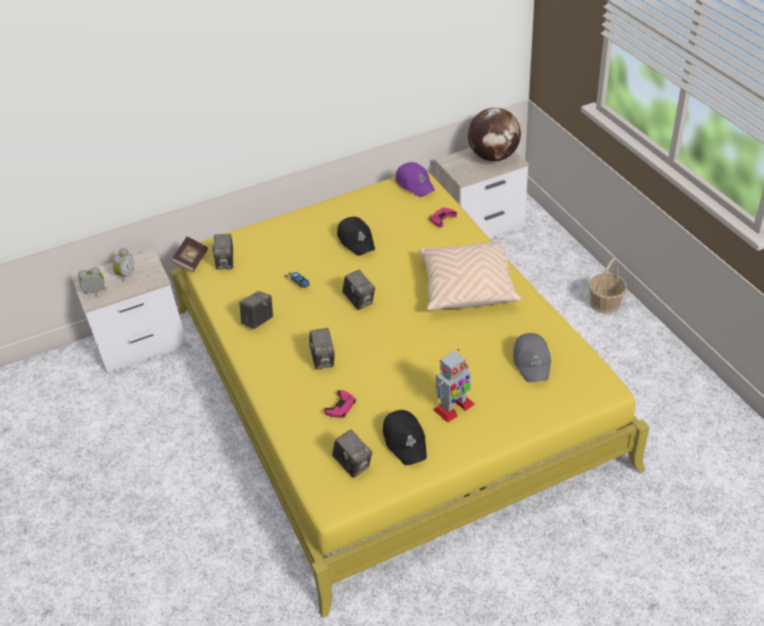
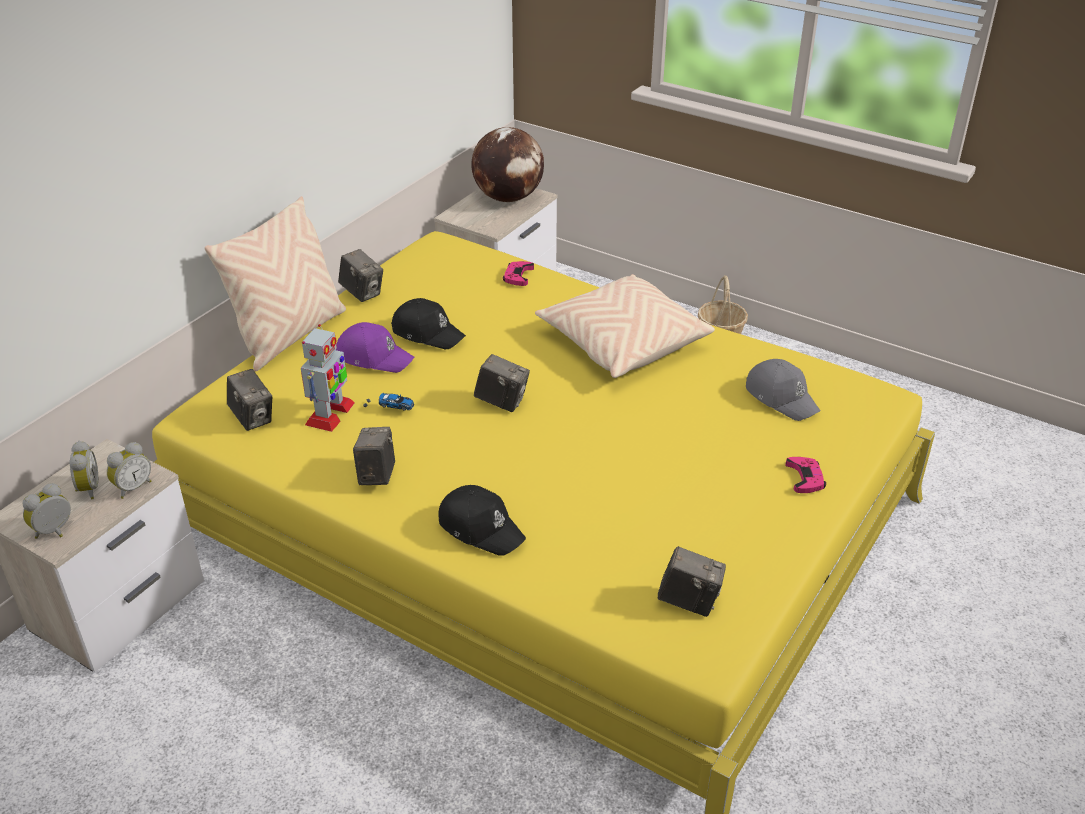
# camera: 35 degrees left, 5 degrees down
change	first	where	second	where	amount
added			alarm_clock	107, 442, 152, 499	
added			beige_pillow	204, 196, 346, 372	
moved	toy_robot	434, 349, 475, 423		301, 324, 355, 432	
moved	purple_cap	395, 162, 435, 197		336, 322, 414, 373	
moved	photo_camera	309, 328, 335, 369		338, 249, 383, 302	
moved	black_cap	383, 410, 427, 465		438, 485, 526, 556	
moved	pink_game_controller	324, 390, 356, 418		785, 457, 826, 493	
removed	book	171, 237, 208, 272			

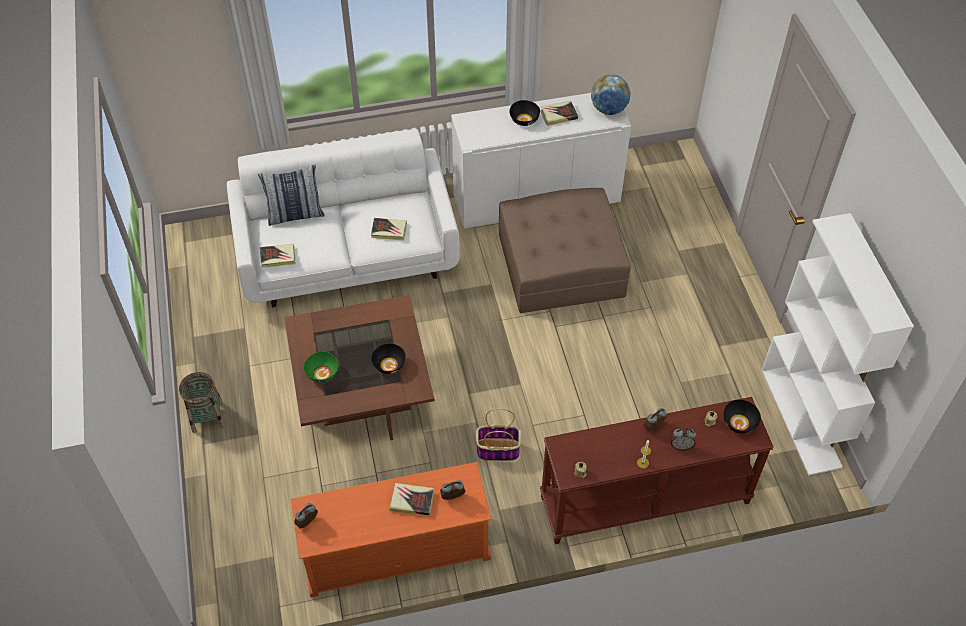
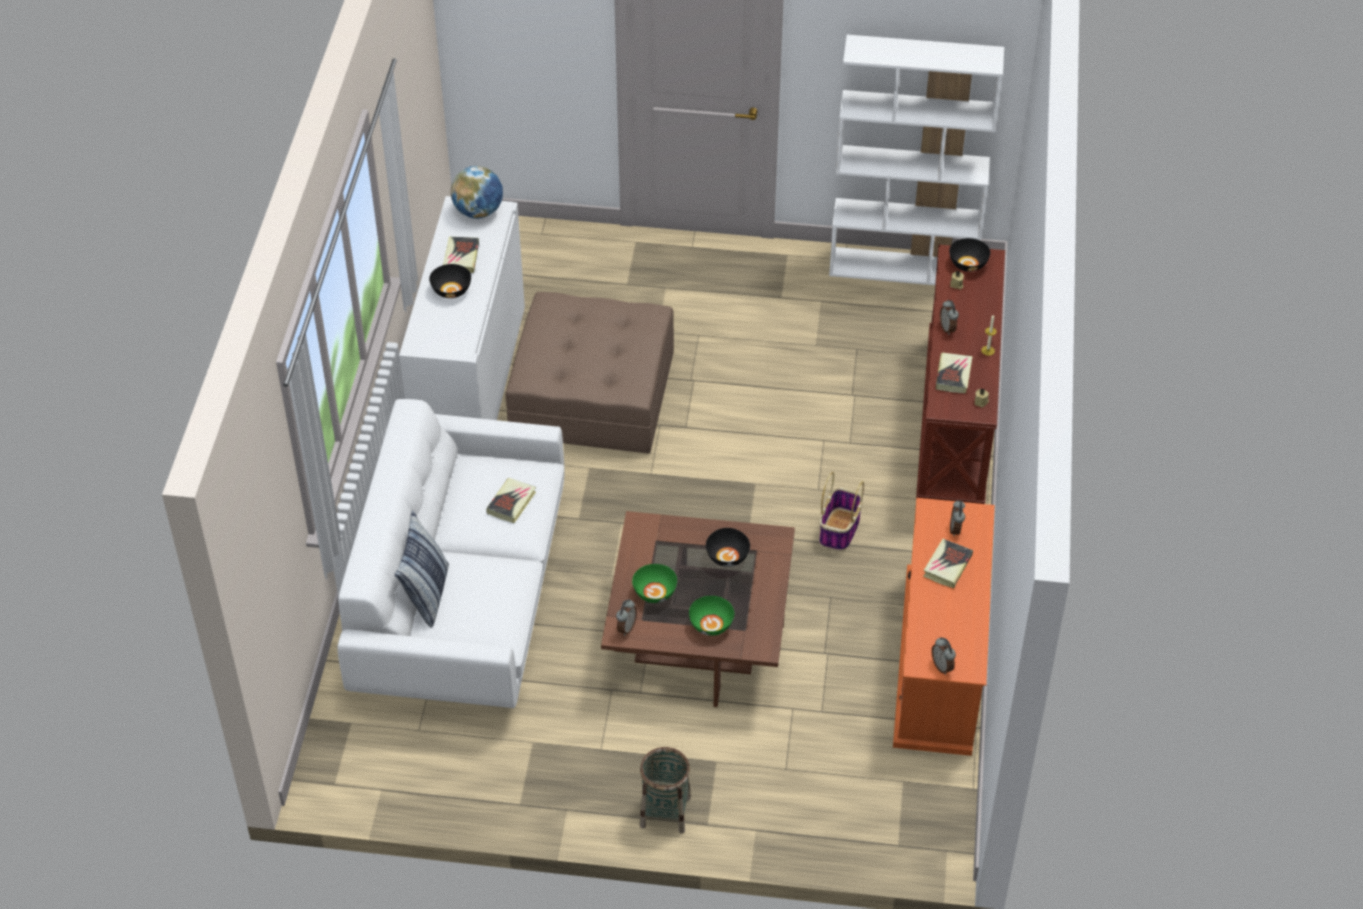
# camera: 70 degrees left, 5 degrees down
change	first	where	second	where	amount
moved	alarm_clock	671, 428, 696, 451		616, 599, 637, 636	
added			green_bowl	632, 564, 677, 603	
moved	book	260, 244, 295, 268		936, 353, 972, 393	

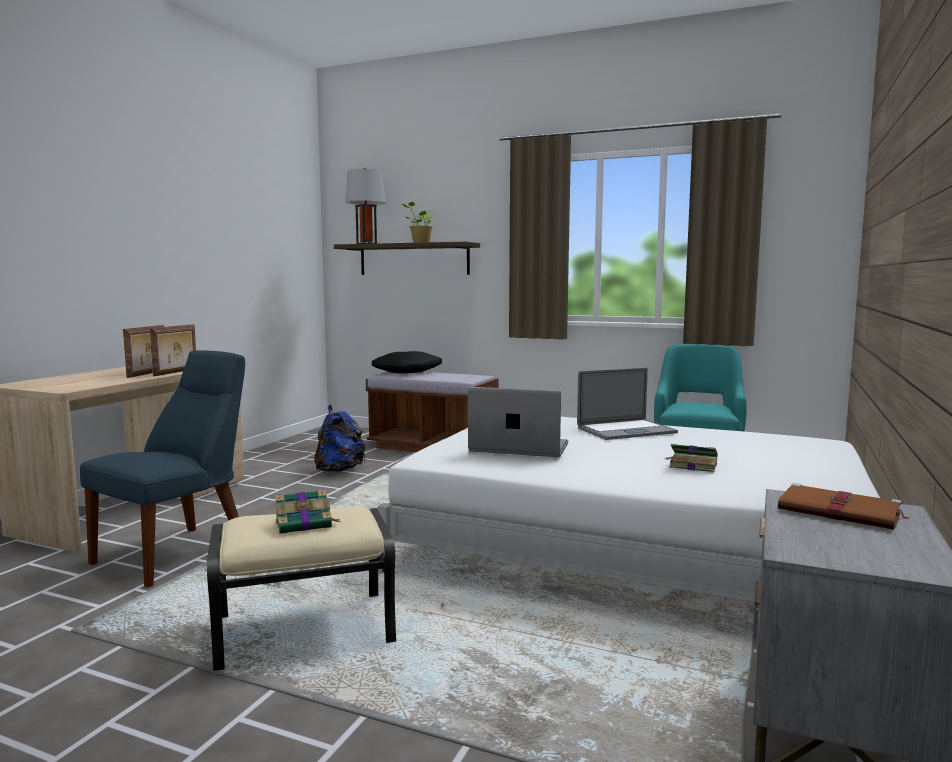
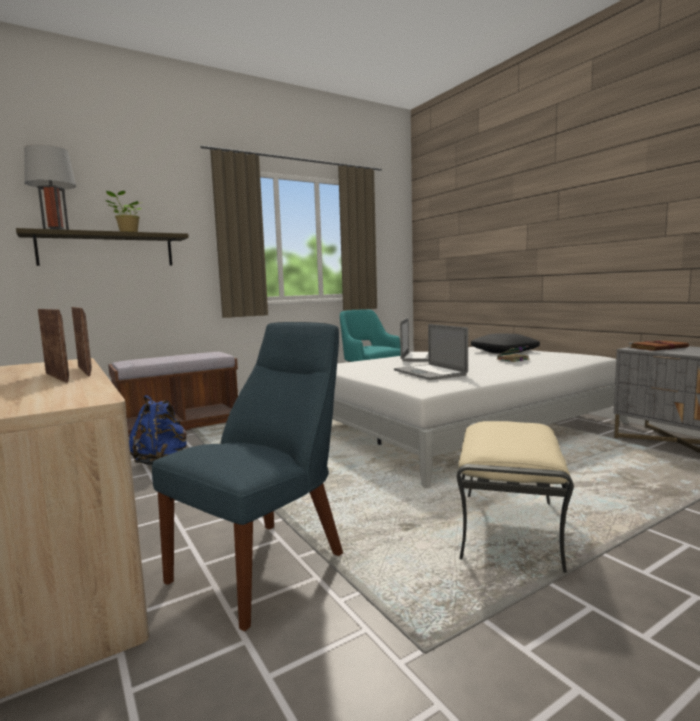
# camera: 55 degrees left, 0 degrees up
change	first	where	second	where	amount
turned	blue_chair	80, 350, 245, 587		152, 322, 343, 631	60 degrees clockwise
turned	laptop	468, 387, 568, 457		394, 324, 468, 380	75 degrees counterclockwise
moved	black_pillow	372, 351, 442, 373		471, 333, 540, 354	
removed	book	275, 490, 340, 534			

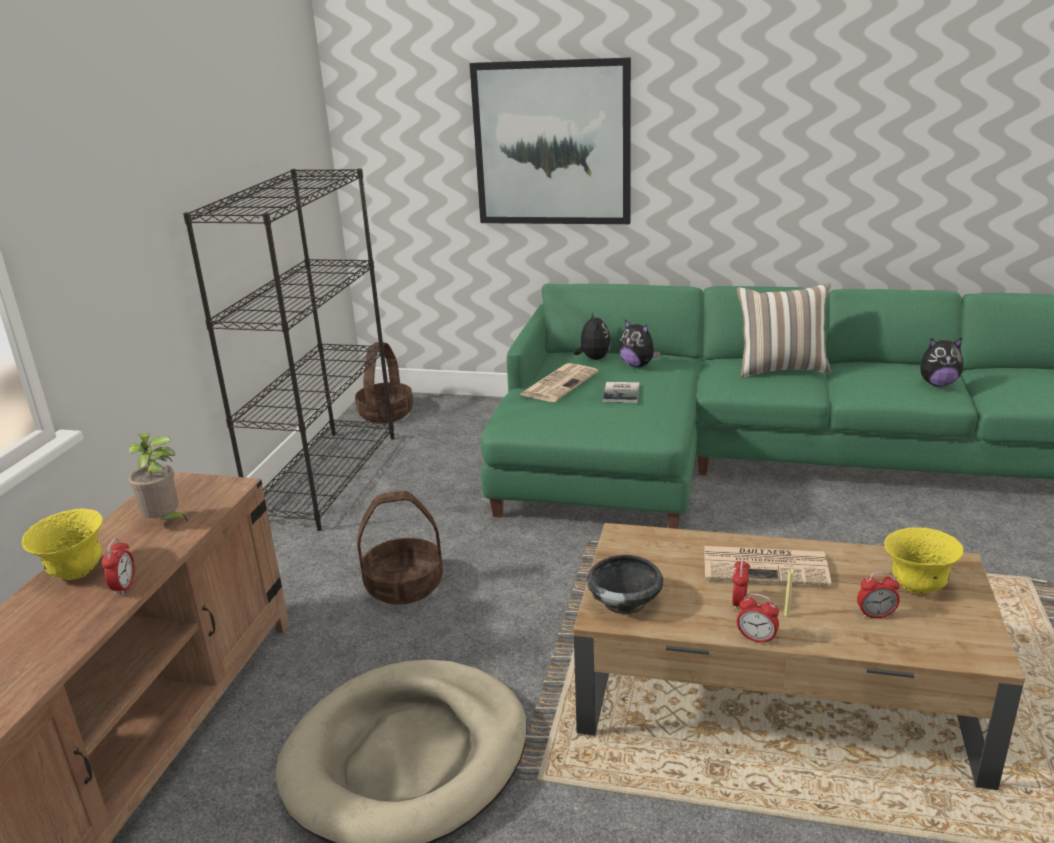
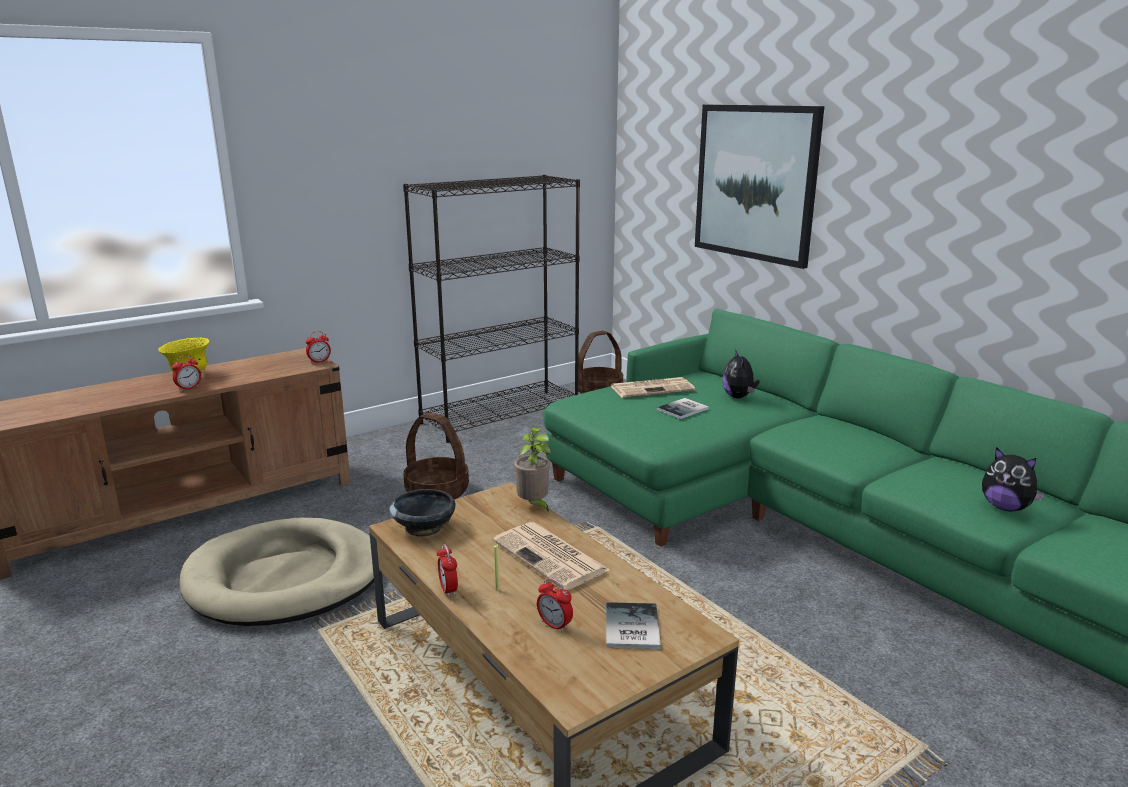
# camera: 40 degrees right, 5 degrees down
change	first	where	second	where	amount
moved	alarm_clock	732, 557, 750, 610		306, 331, 331, 364	
moved	potted_plant	128, 433, 189, 522		514, 427, 551, 513	
replaced	yellow_bowl	884, 527, 963, 594	book	606, 602, 661, 649	
removed	plush_toy	573, 313, 611, 360			
removed	pillow	737, 283, 831, 377			

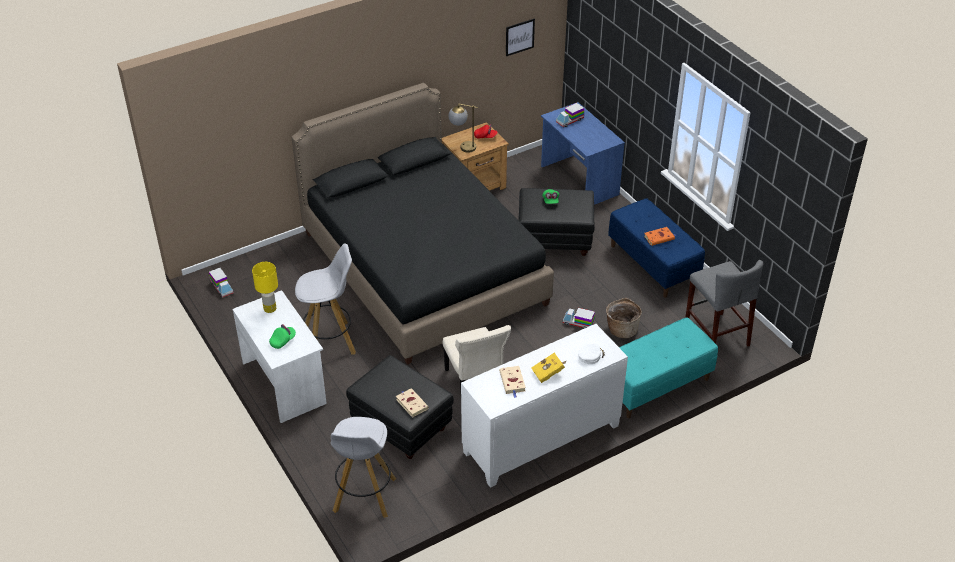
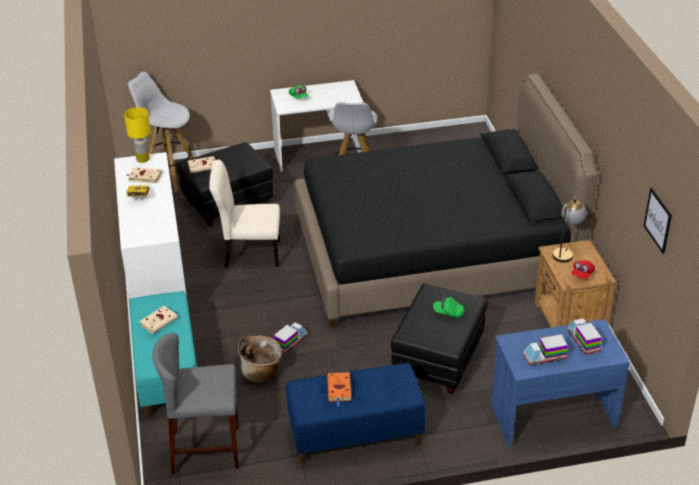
# camera: 110 degrees right, 5 degrees down
change	first	where	second	where	amount
moved	yellow_table_lamp	252, 262, 278, 313		124, 107, 151, 163	
added			beige_book	139, 306, 178, 334	
moved	toy_truck	209, 268, 234, 298		524, 334, 568, 366	
removed	white_cap	578, 344, 606, 364			

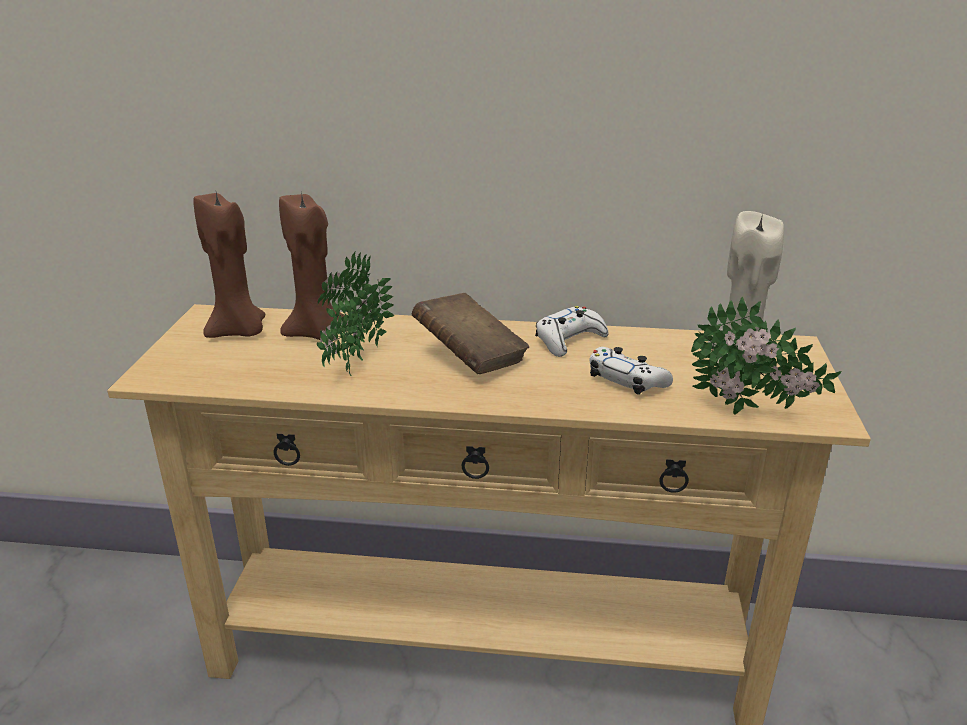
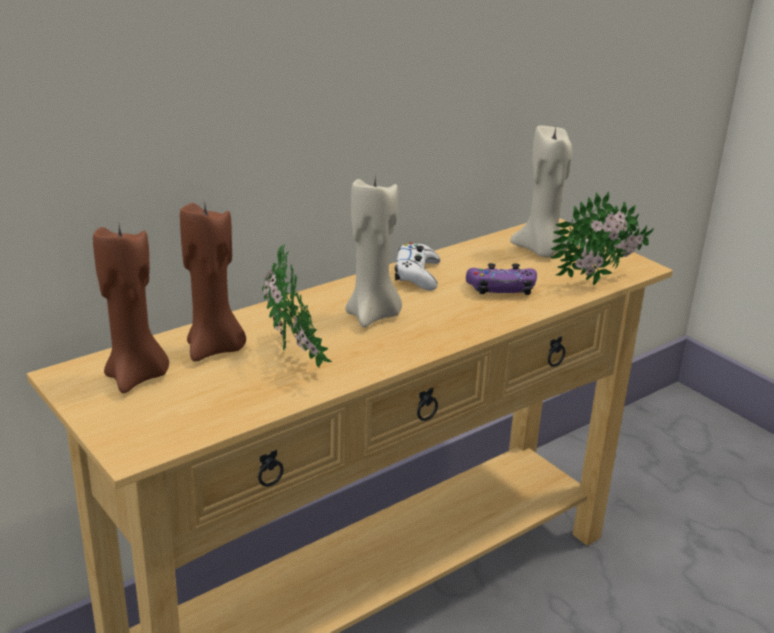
# camera: 45 degrees left, 0 degrees up
change	first	where	second	where	amount
replaced	brown_book	412, 293, 529, 374	beige_candle	345, 176, 402, 327	
recoloured	white_game_controller	590, 347, 673, 395	purple_game_controller	466, 263, 537, 295	

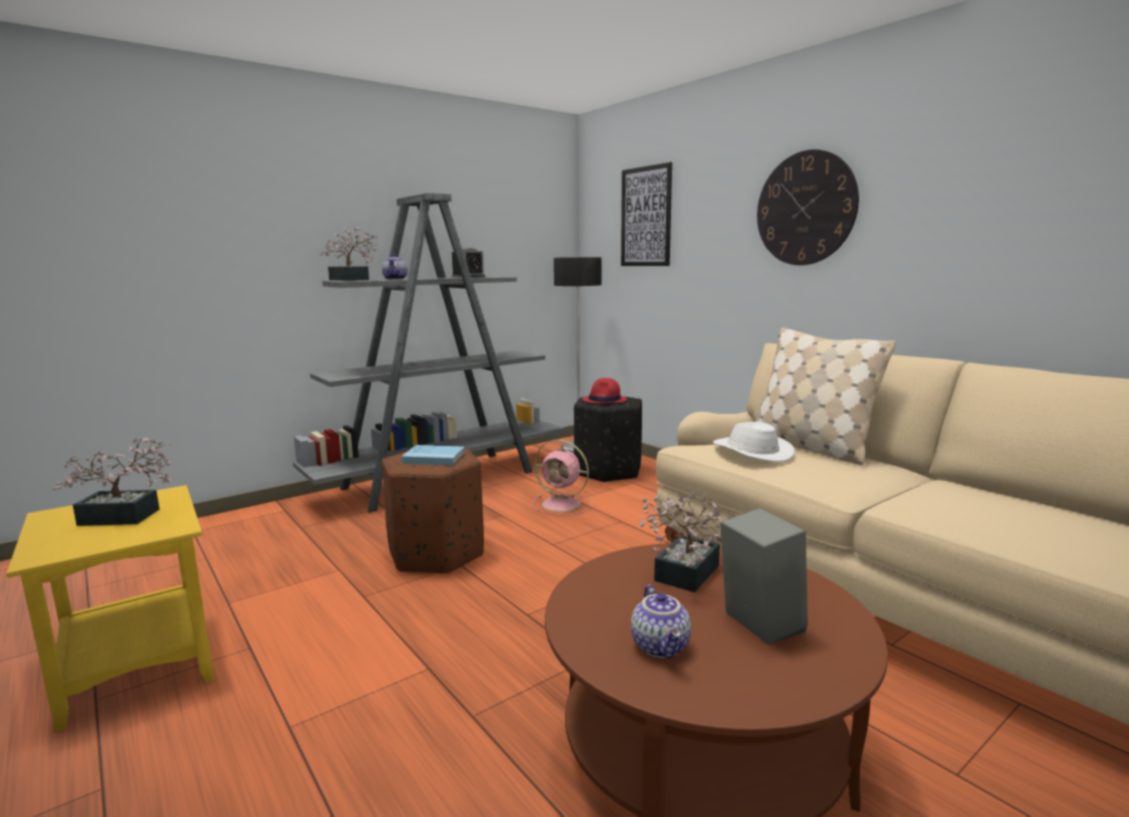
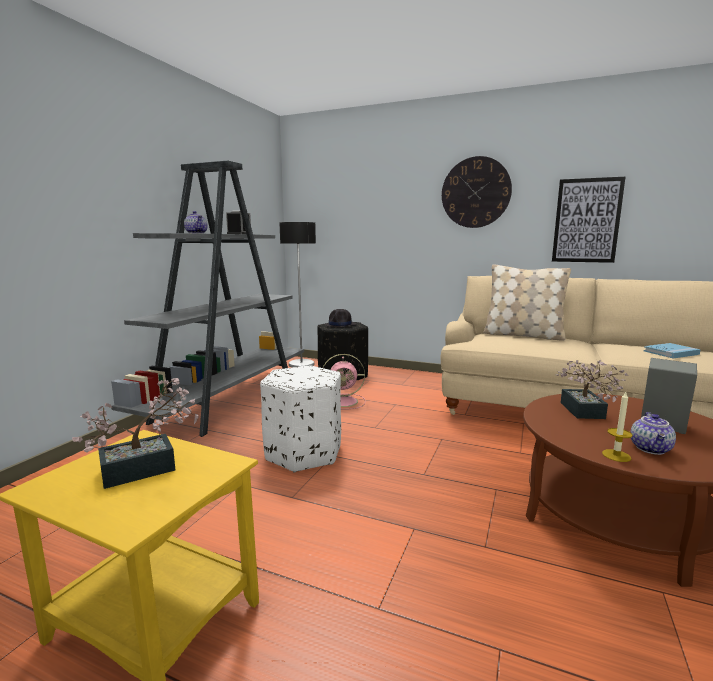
# camera: 30 degrees left, 0 degrees up
change	first	where	second	where	amount
recoloured	brown_ottoman	382, 448, 484, 574	white_ottoman	260, 366, 341, 472	
recoloured	red_hat	582, 378, 627, 403	black_hat	324, 309, 356, 327	
moved	picture	621, 162, 672, 266		552, 177, 626, 263	
added			candle	602, 392, 633, 462	
turned	teapot	631, 585, 691, 658		631, 412, 676, 455	60 degrees clockwise
moved	blue_book	401, 445, 465, 465		644, 343, 701, 359	
removed	potted_plant	320, 227, 378, 281			
removed	white_hat	713, 422, 795, 462			

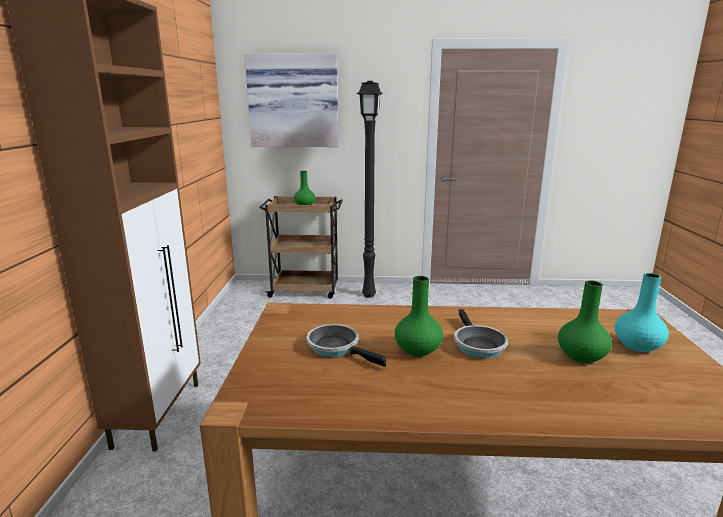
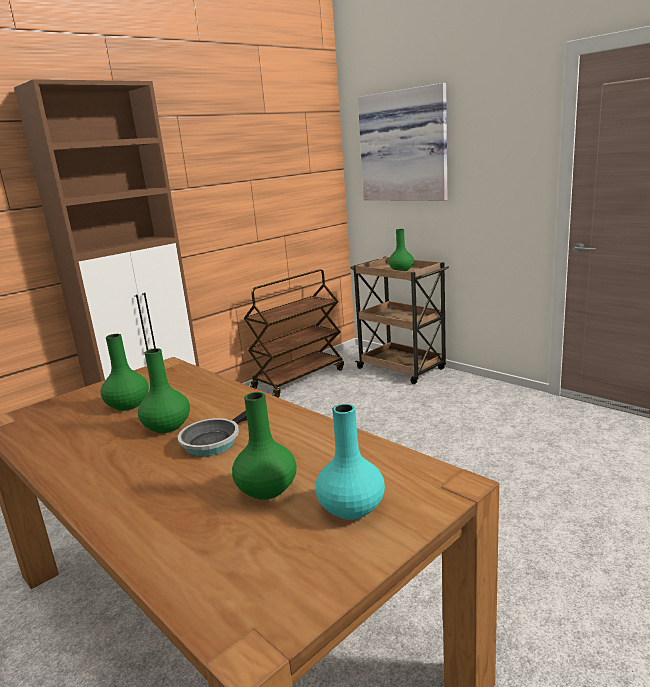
# camera: 45 degrees right, 0 degrees up
change	first	where	second	where	amount
replaced	frying_pan	306, 324, 386, 367	green_vase	100, 334, 149, 411	
added			brown_cart	244, 269, 344, 398	
removed	black_floor_lamp	357, 81, 383, 298			

